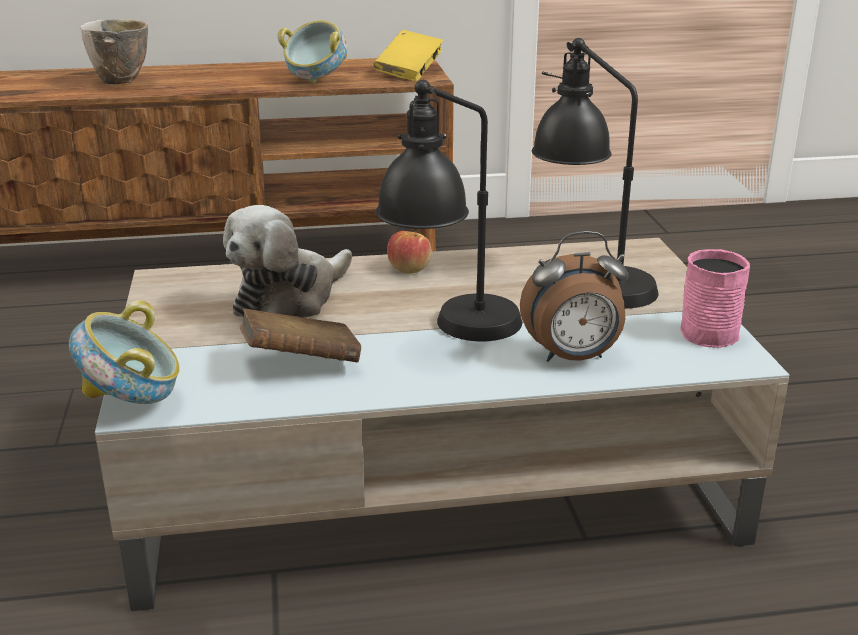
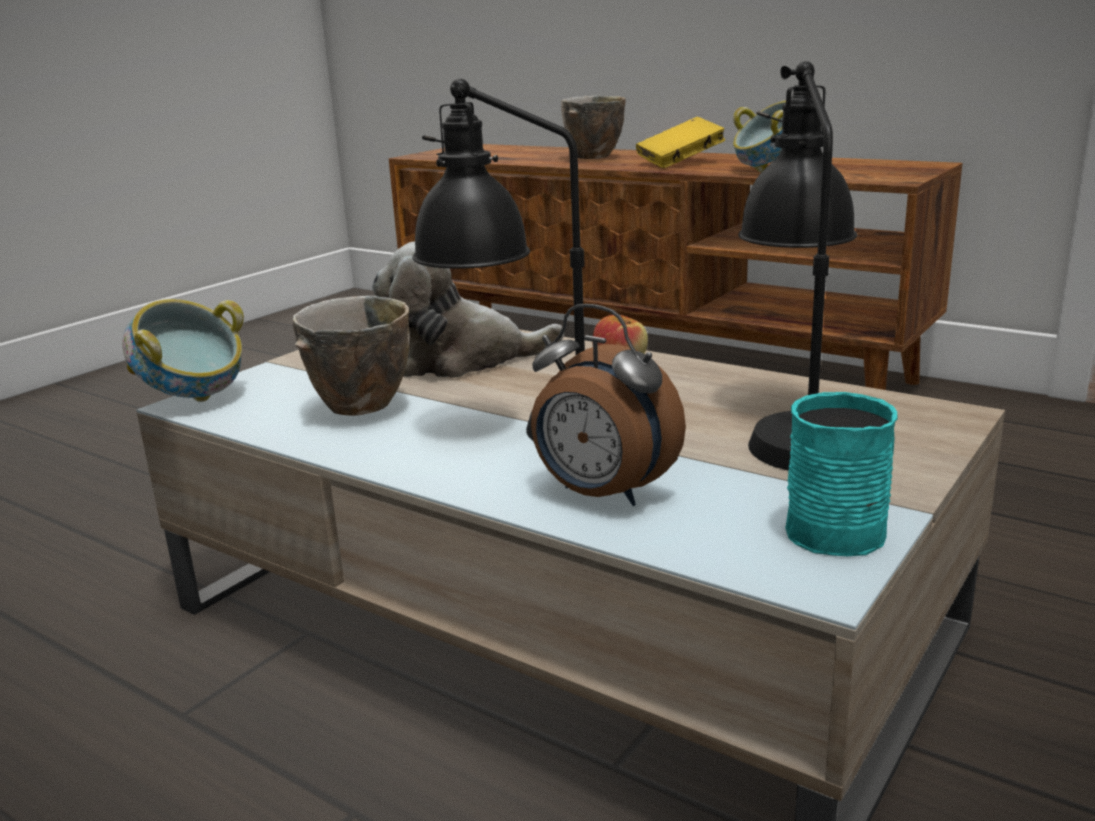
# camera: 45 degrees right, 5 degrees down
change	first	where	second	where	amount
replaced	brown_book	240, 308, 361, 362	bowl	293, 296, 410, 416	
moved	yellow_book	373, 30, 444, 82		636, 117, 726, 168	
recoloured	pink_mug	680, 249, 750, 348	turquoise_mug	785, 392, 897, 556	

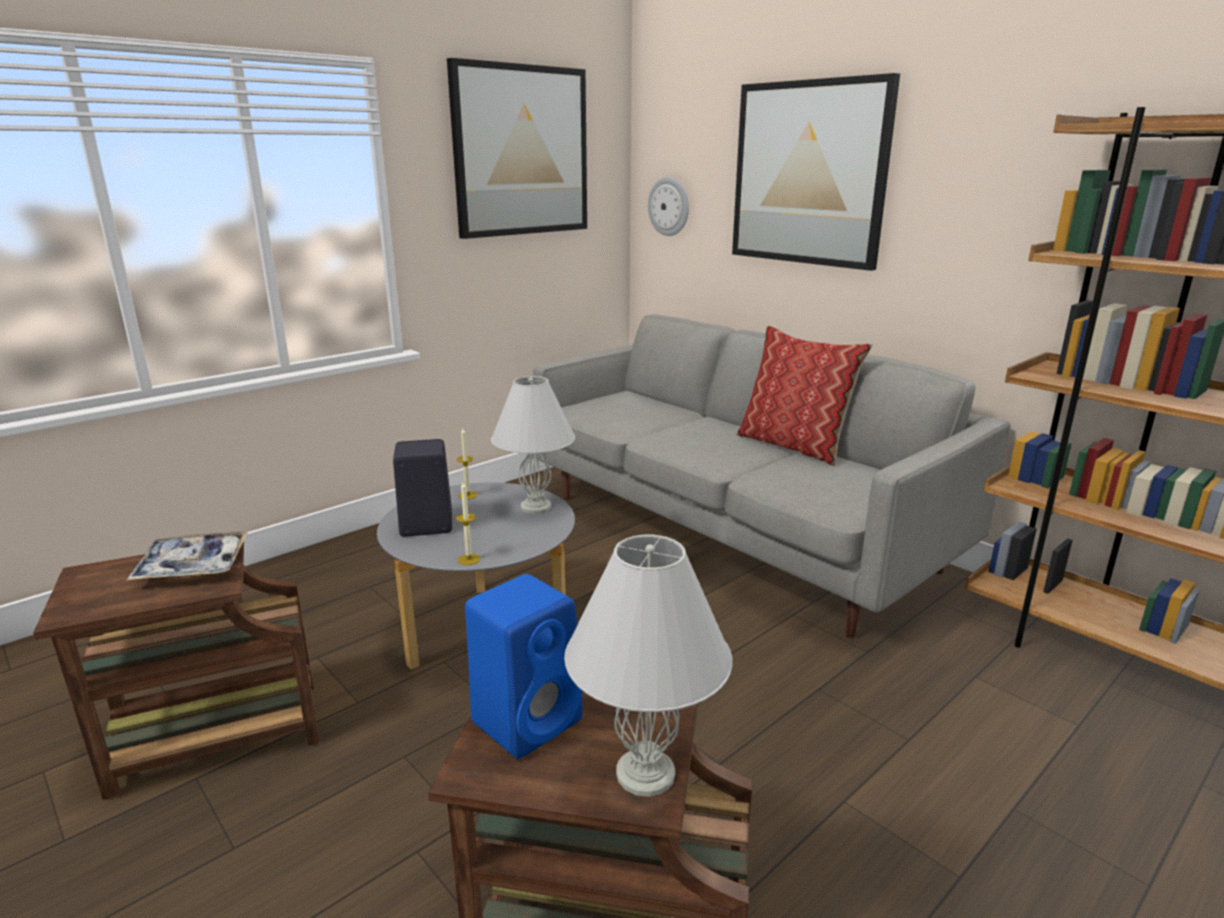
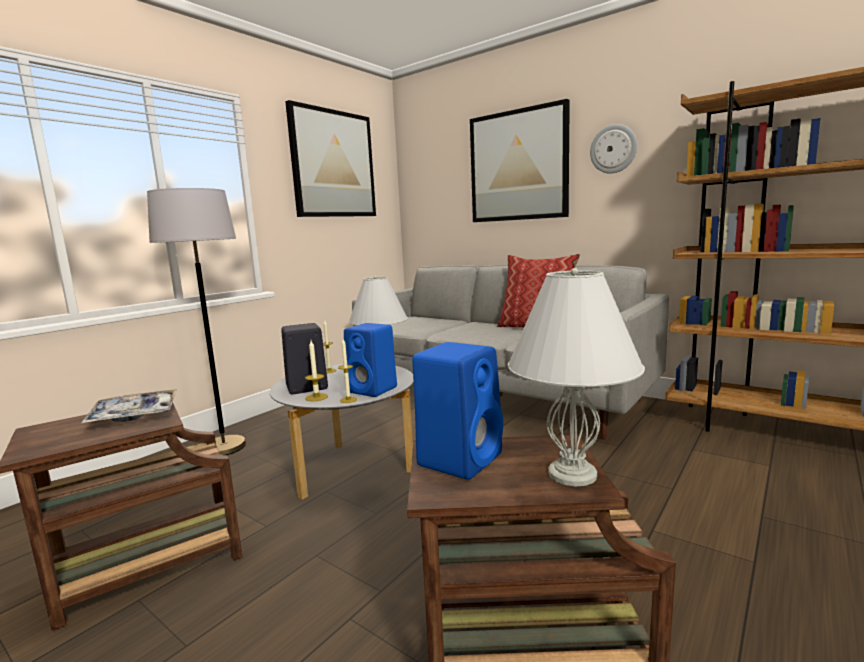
# camera: 10 degrees left, 10 degrees down
change	first	where	second	where	amount
added			grey_floor_lamp	147, 188, 246, 455	
added			candle	305, 340, 328, 401	
added			blue_speaker	344, 323, 397, 397	
moved	wall_clock	648, 177, 689, 236		590, 124, 637, 174	

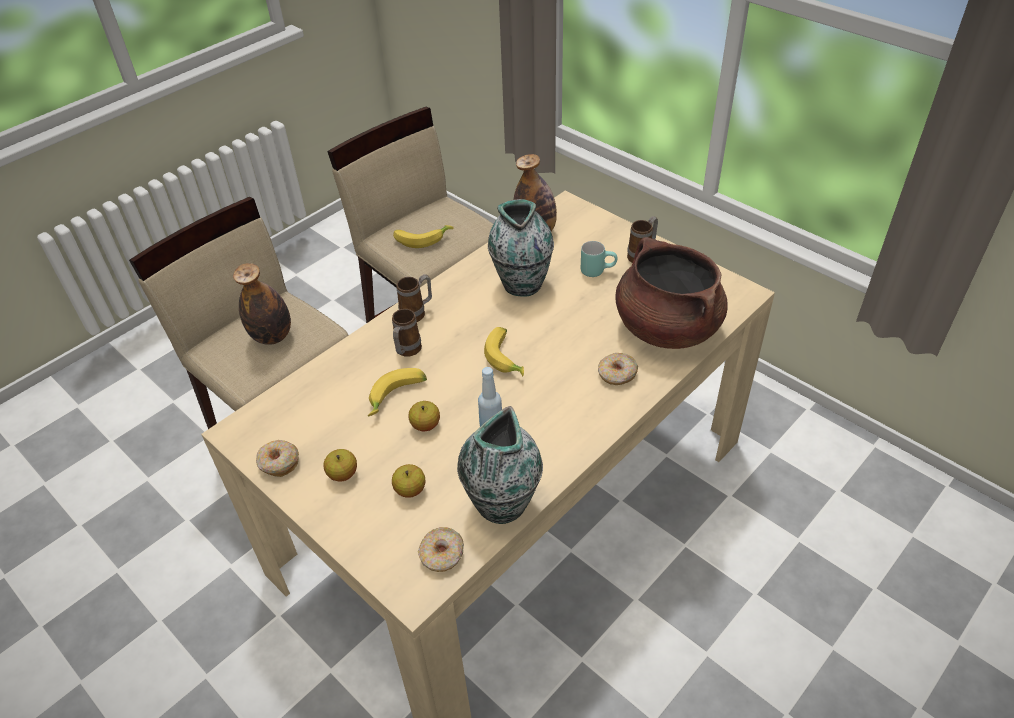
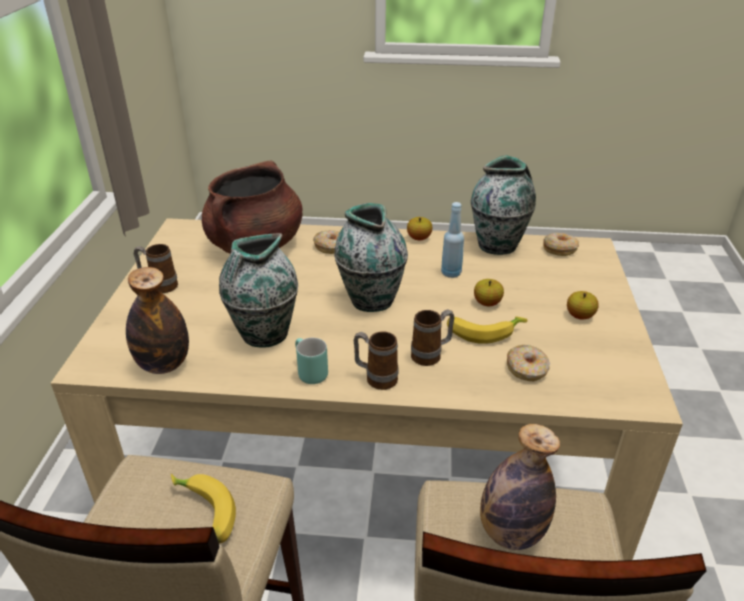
# camera: 130 degrees left, 10 degrees down
change	first	where	second	where	amount
moved	turquoise_mug	581, 241, 617, 277		295, 338, 328, 384	
replaced	banana	484, 327, 524, 376	vase	334, 203, 408, 312	
moved	apple	392, 464, 425, 498		407, 217, 433, 240	
moved	donut	256, 440, 299, 477		507, 345, 550, 382	

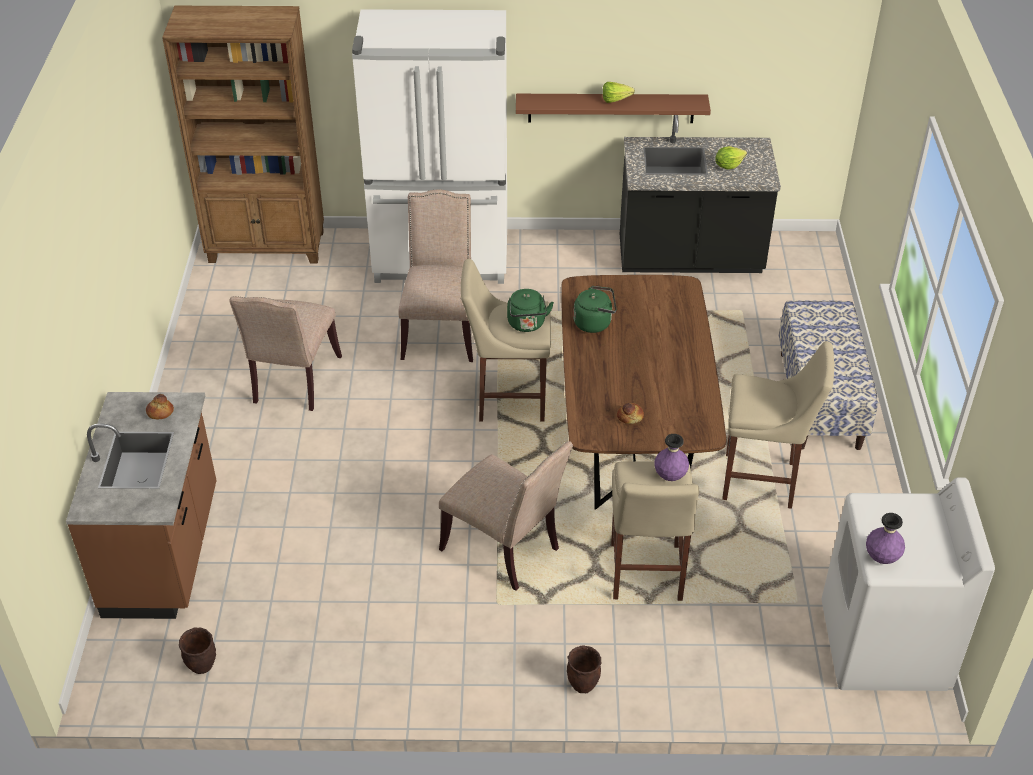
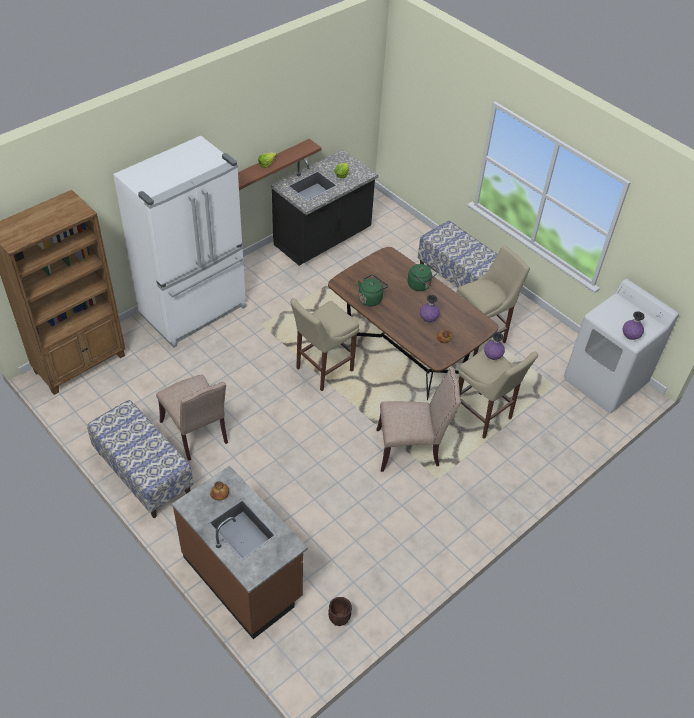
# camera: 45 degrees left, 5 degrees up
change	first	where	second	where	amount
added			bench	87, 400, 194, 518	
moved	green_kettle	507, 289, 554, 332		408, 264, 437, 291	
added			purple_vase	420, 295, 440, 322	
removed	beige_chair	398, 189, 473, 362			
removed	brown_planter	567, 645, 601, 693			

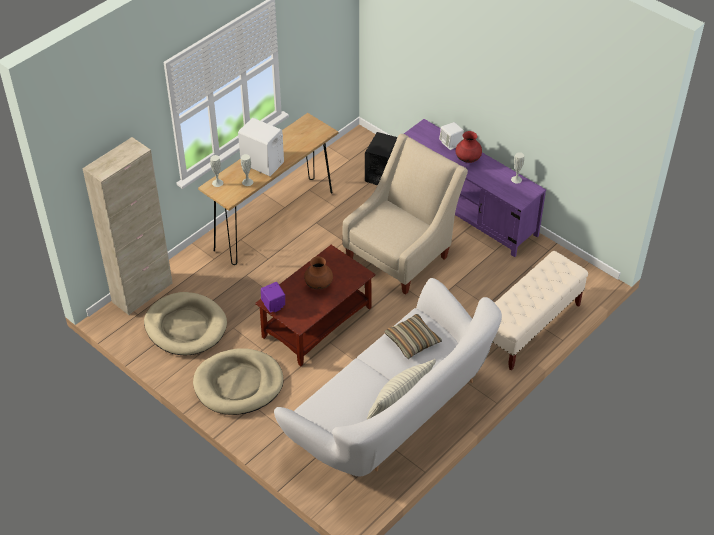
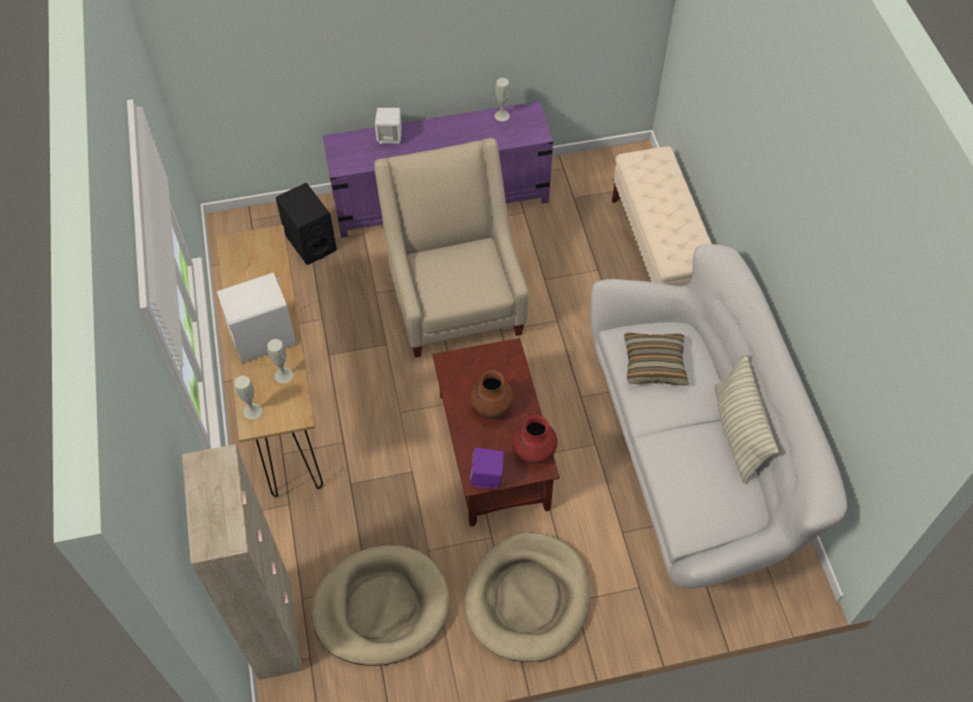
# camera: 55 degrees left, 10 degrees up
change	first	where	second	where	amount
moved	red_vase	455, 131, 482, 163		513, 415, 558, 464	

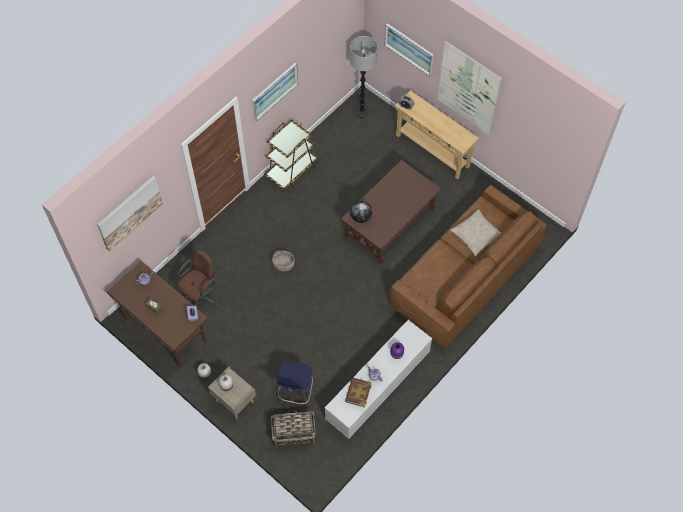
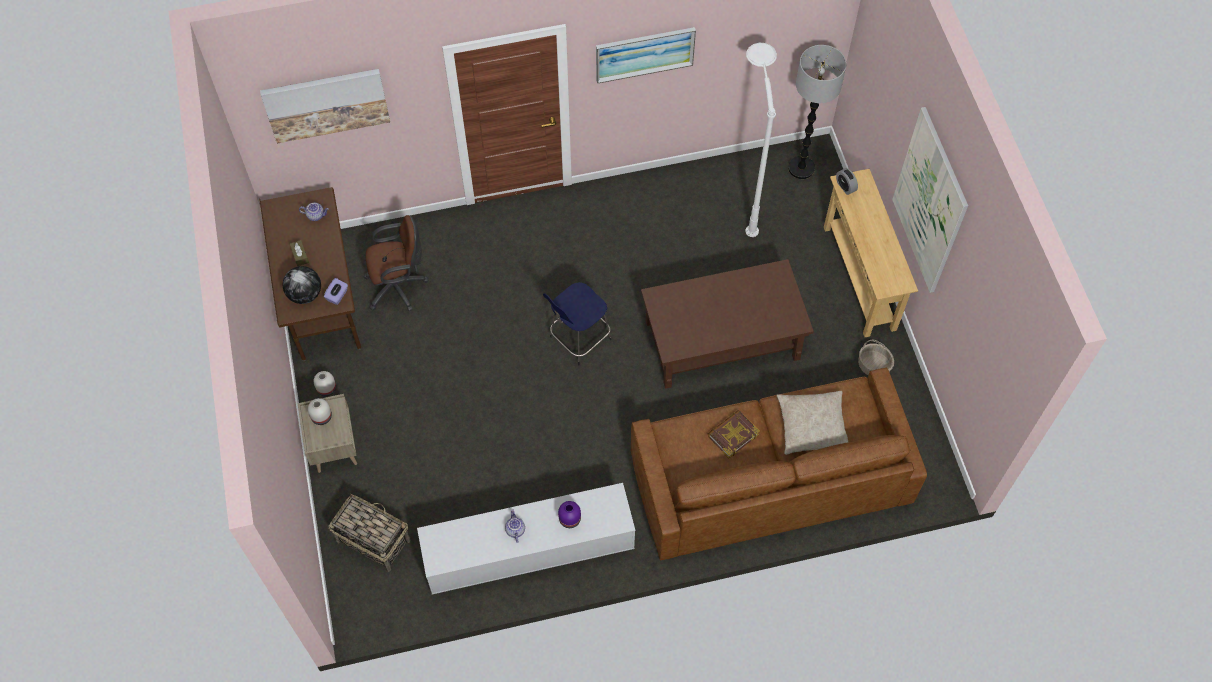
# camera: 35 degrees right, 0 degrees up
change	first	where	second	where	amount
moved	globe	350, 201, 372, 223		283, 266, 321, 304	
moved	blue_stool	276, 361, 314, 408		543, 282, 611, 365	
moved	book	345, 378, 372, 407		708, 410, 760, 458	
added			white_floor_lamp	745, 43, 777, 237	
moved	basket	272, 250, 295, 271		858, 339, 894, 375	
removed	brown_cart	265, 119, 318, 190			
removed	picture	384, 23, 434, 76			

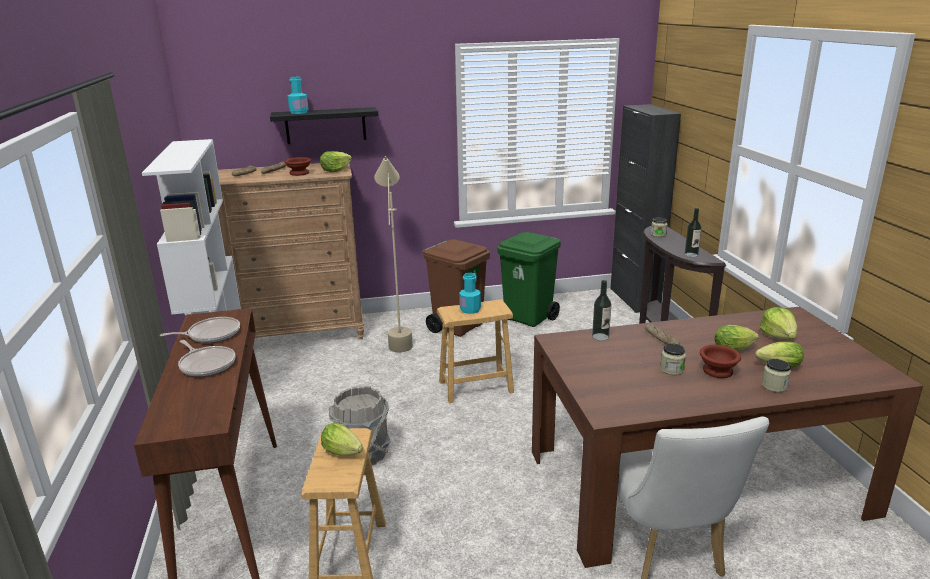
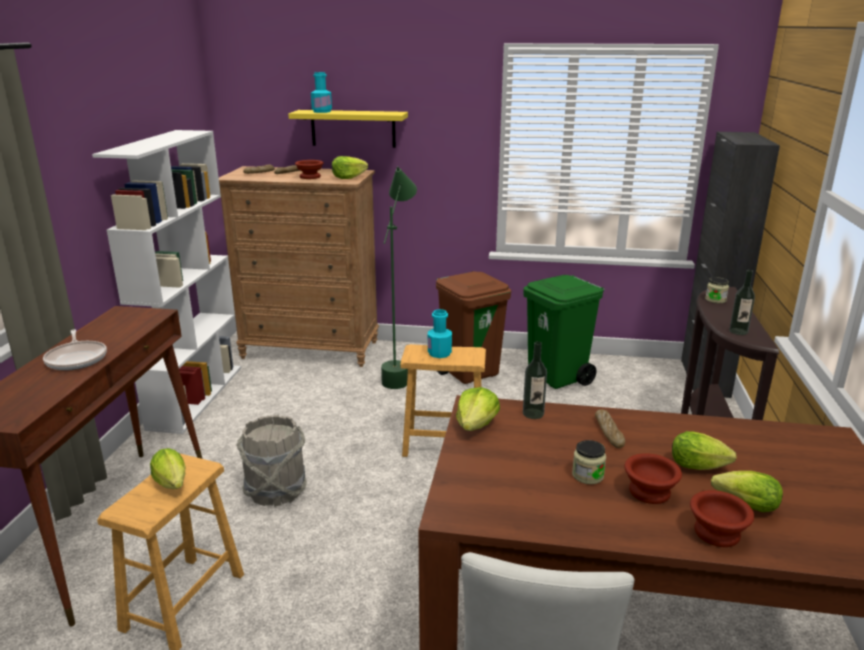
# camera: 20 degrees right, 0 degrees up
change	first	where	second	where	amount
recoloured	black_shelf	270, 107, 378, 144	yellow_shelf	288, 110, 408, 148	
recoloured	beige_floor_lamp	374, 156, 413, 352	green_floor_lamp	381, 166, 417, 389	
moved	lettuce	760, 307, 798, 339		456, 387, 500, 431	
replaced	jar	762, 359, 791, 392	brown_bowl	690, 490, 754, 547	
removed	frying_pan	160, 317, 240, 343			

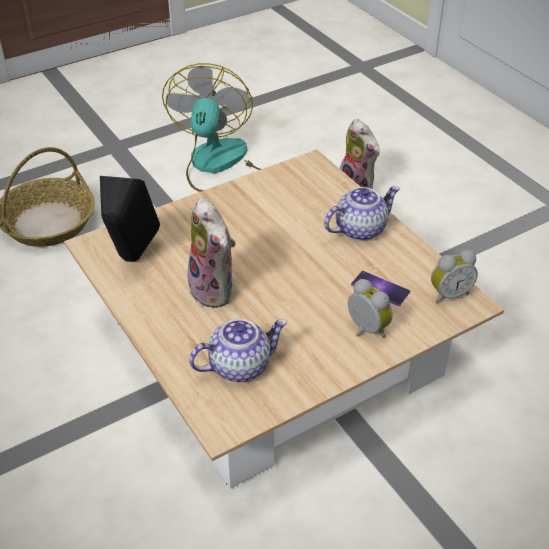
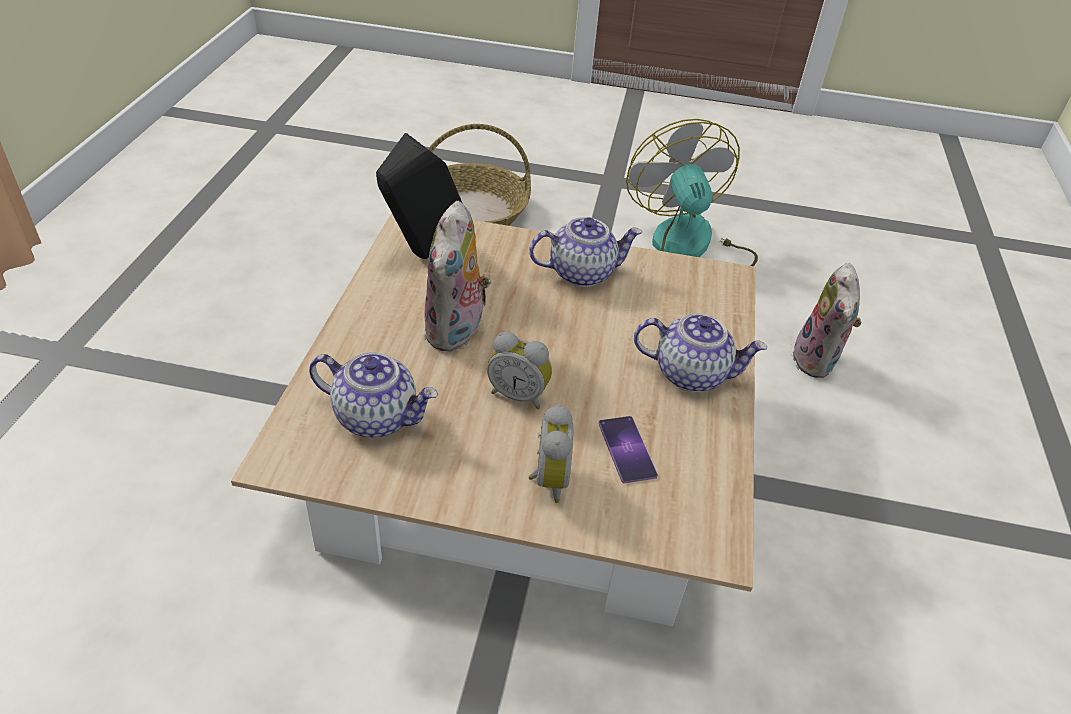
# camera: 40 degrees right, 0 degrees up
change	first	where	second	where	amount
moved	alarm_clock	431, 250, 478, 304		487, 332, 552, 409	
added			teapot	529, 217, 642, 287	
turned	fan	162, 63, 261, 192		626, 119, 758, 266	60 degrees counterclockwise

